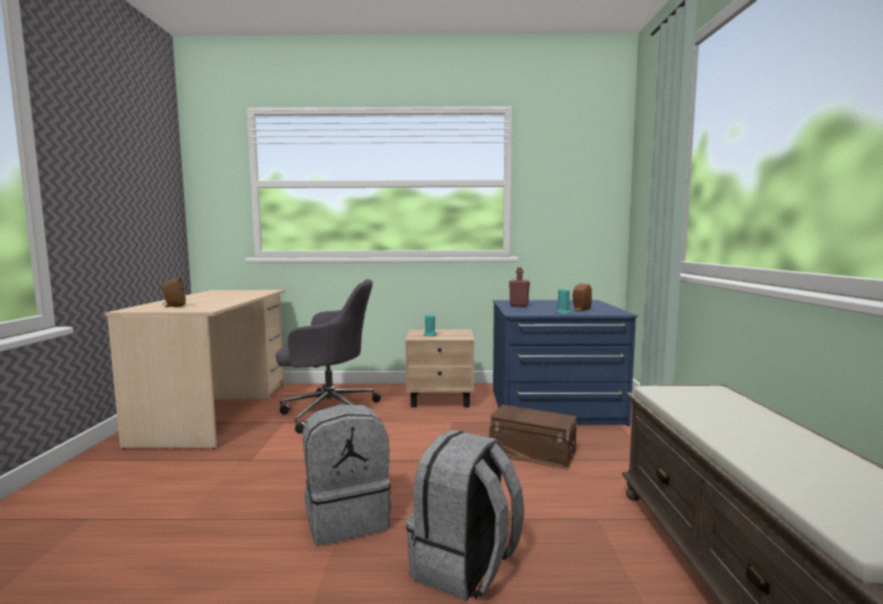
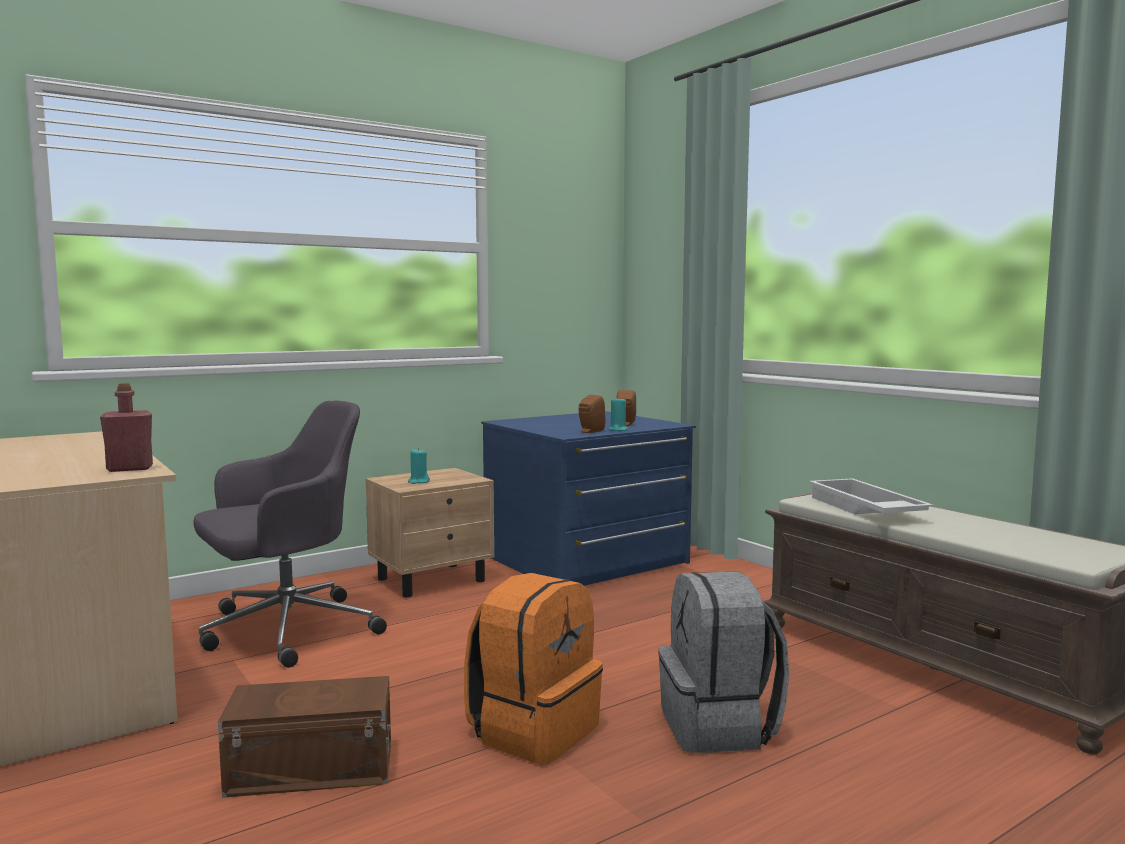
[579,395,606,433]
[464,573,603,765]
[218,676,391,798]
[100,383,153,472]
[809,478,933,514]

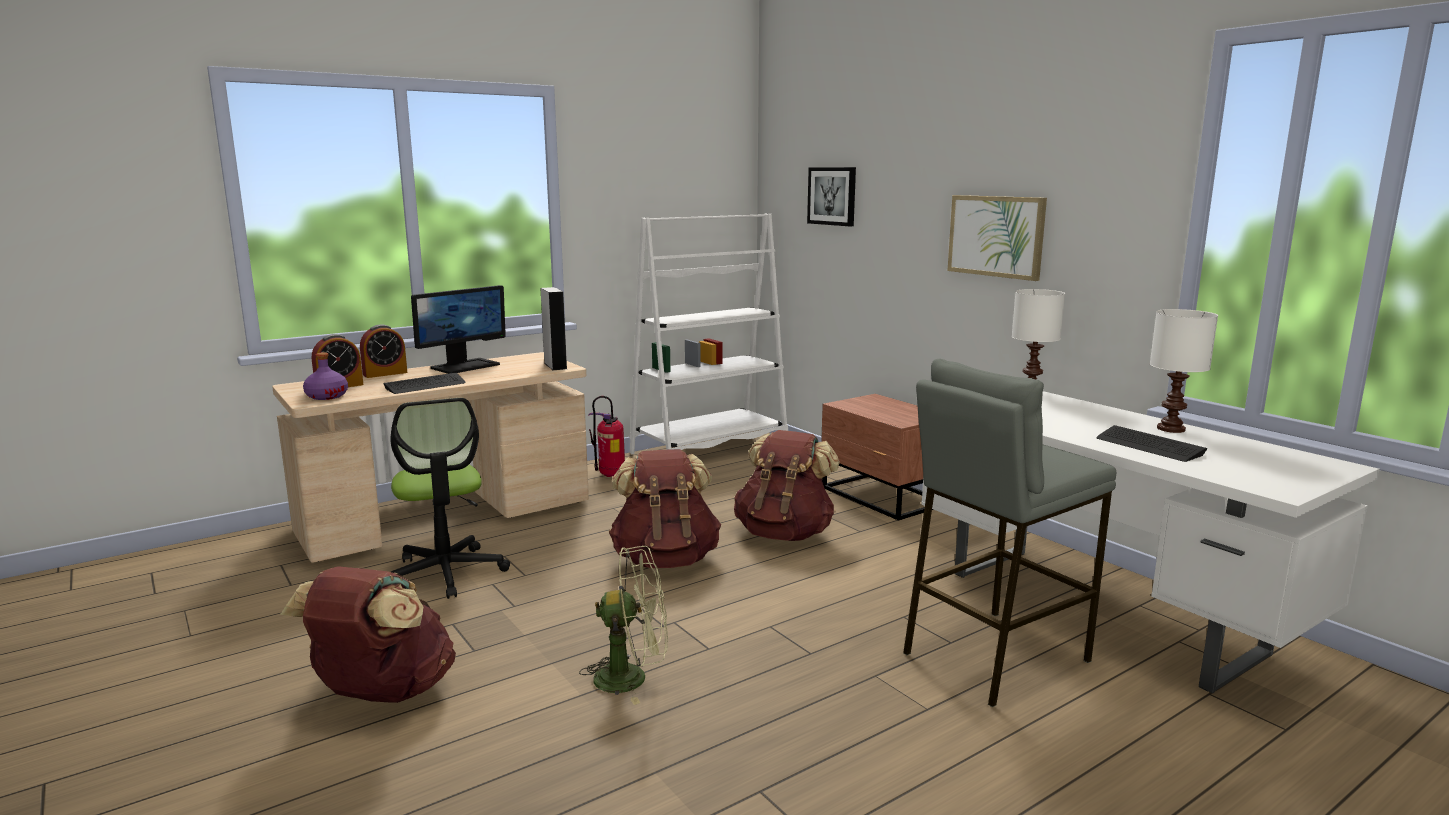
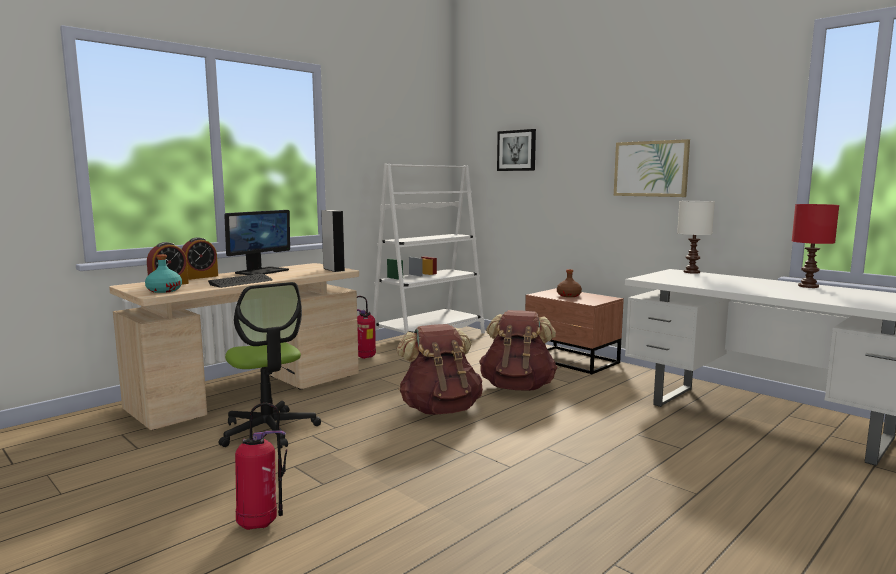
[235,403,287,530]
[145,254,182,293]
[579,546,668,705] (first image)
[903,359,1116,707] (first image)
[1096,425,1207,462] (first image)
[792,204,839,288]
[557,269,582,297]

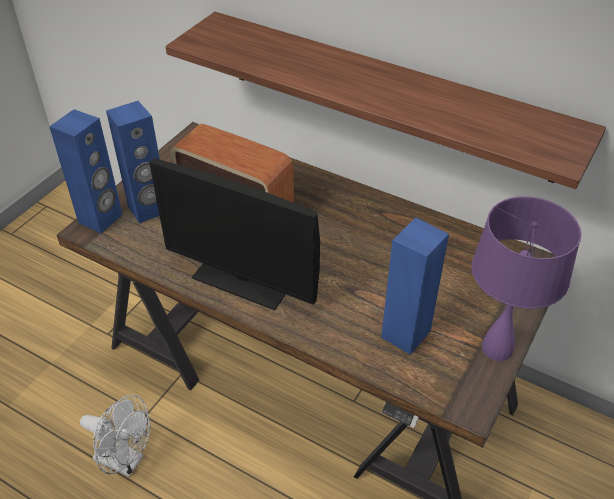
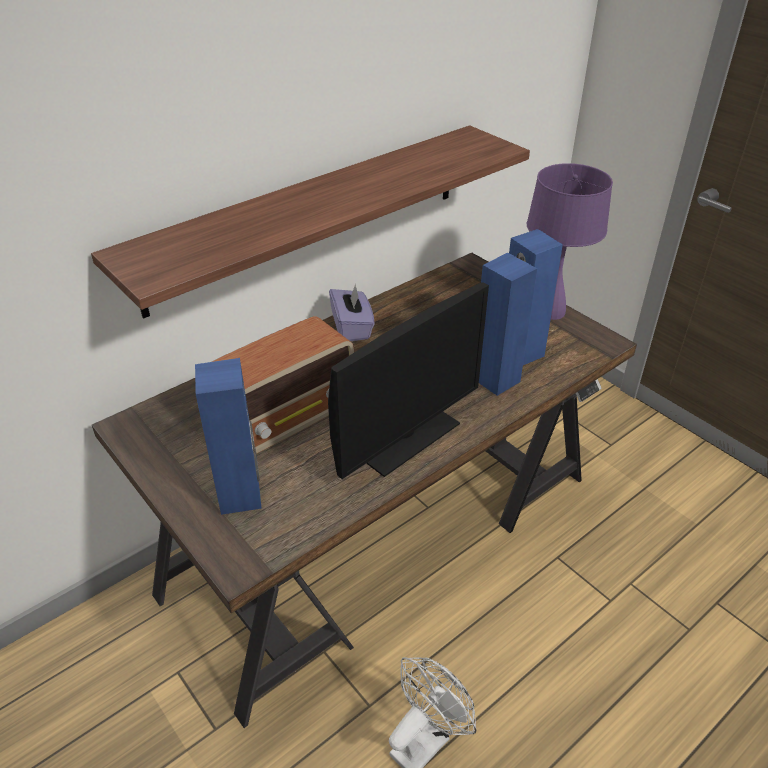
[479,252,537,396]
[329,284,375,341]

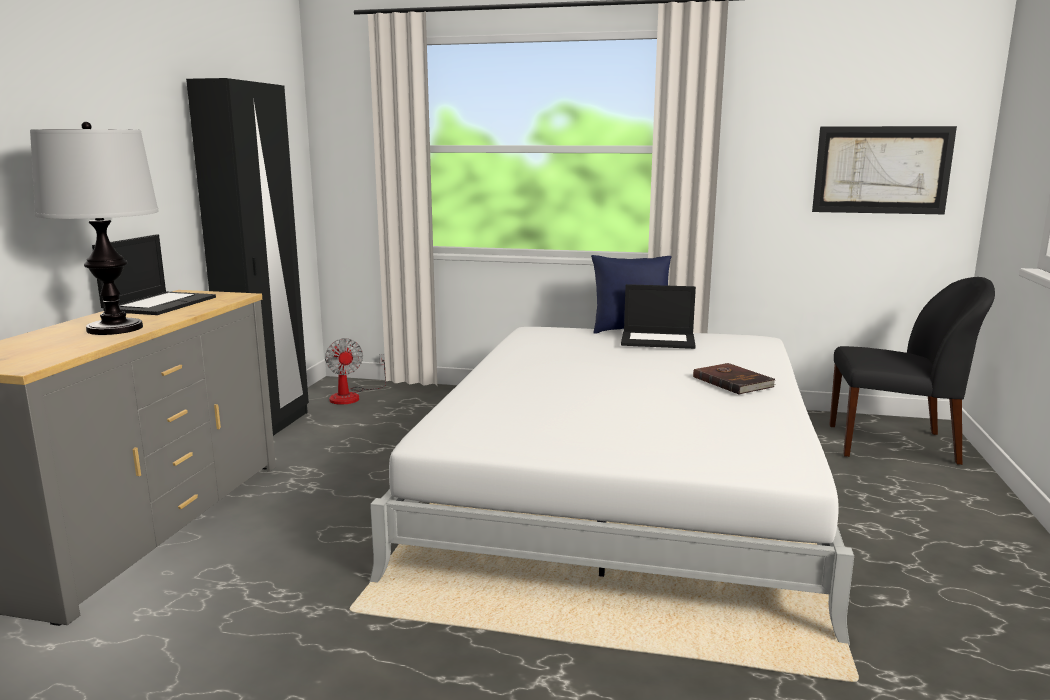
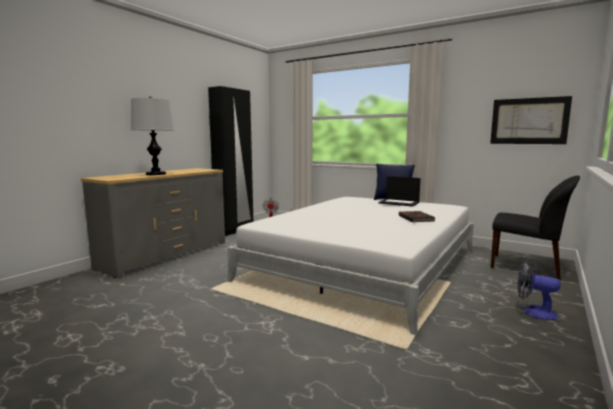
[92,234,216,315] (first image)
[517,262,560,320]

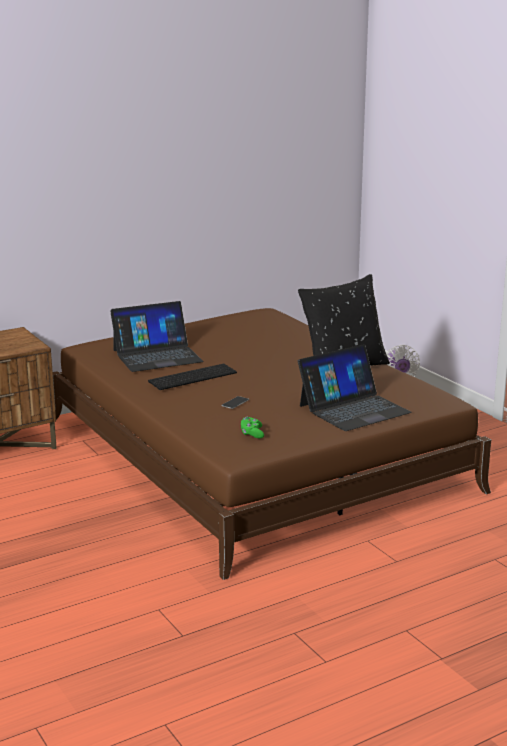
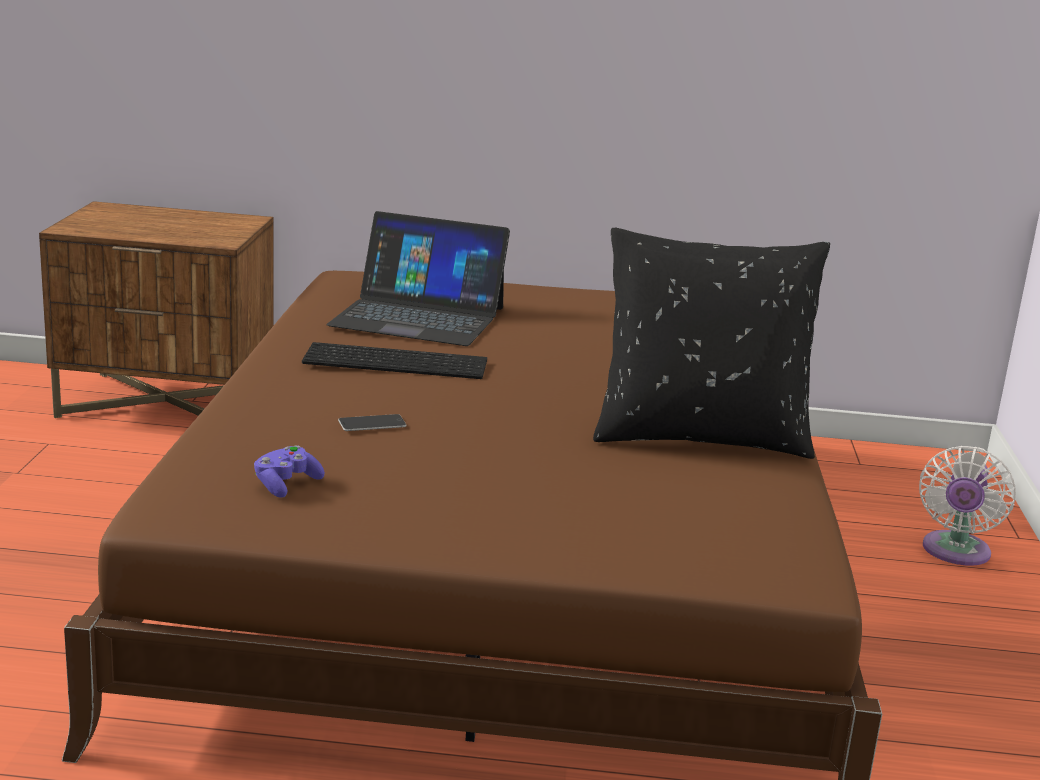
[254,445,325,498]
[298,344,412,431] (first image)

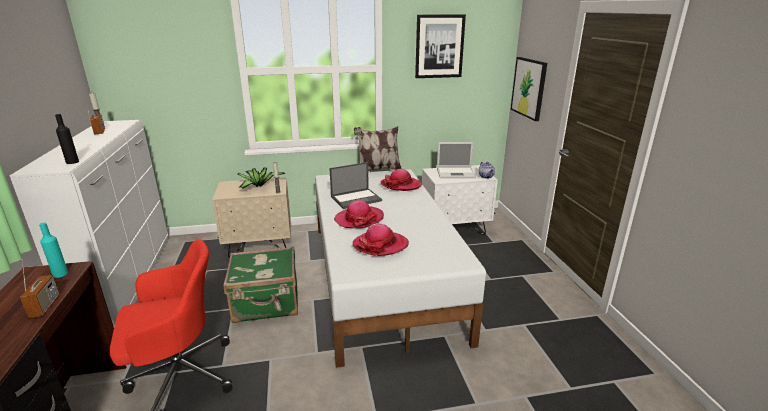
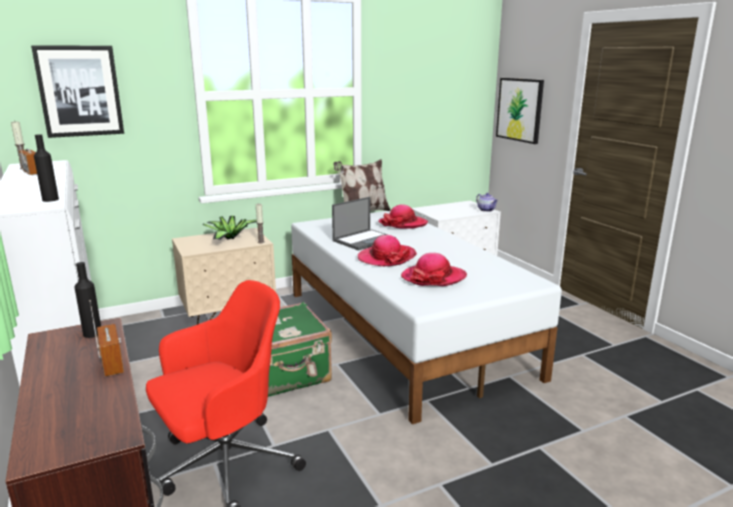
[74,262,101,338]
[31,45,124,138]
[437,142,476,178] (first image)

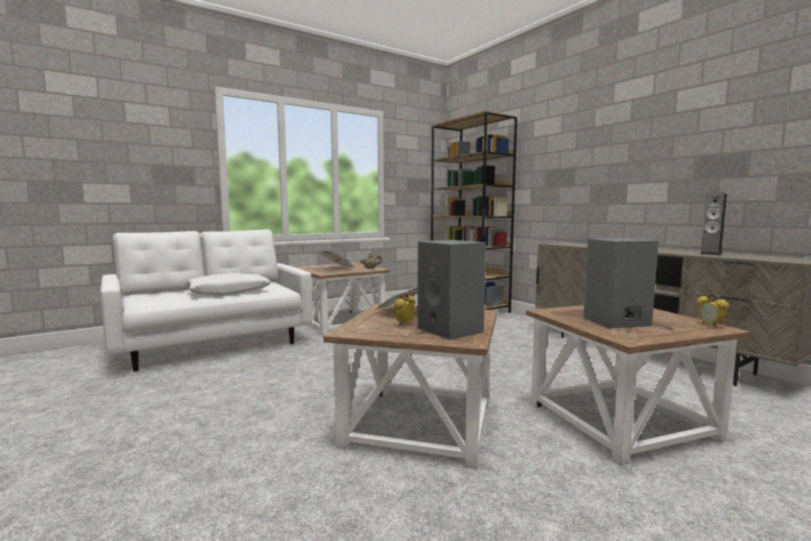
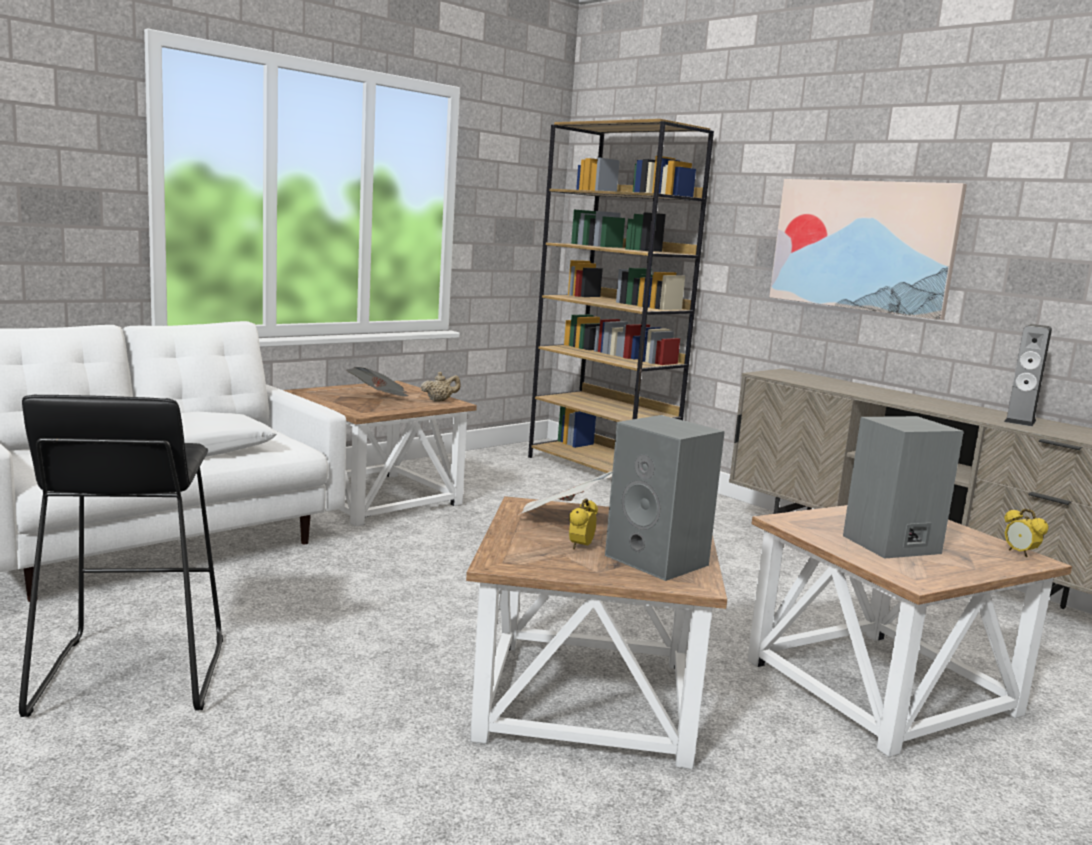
[19,395,223,717]
[769,179,967,320]

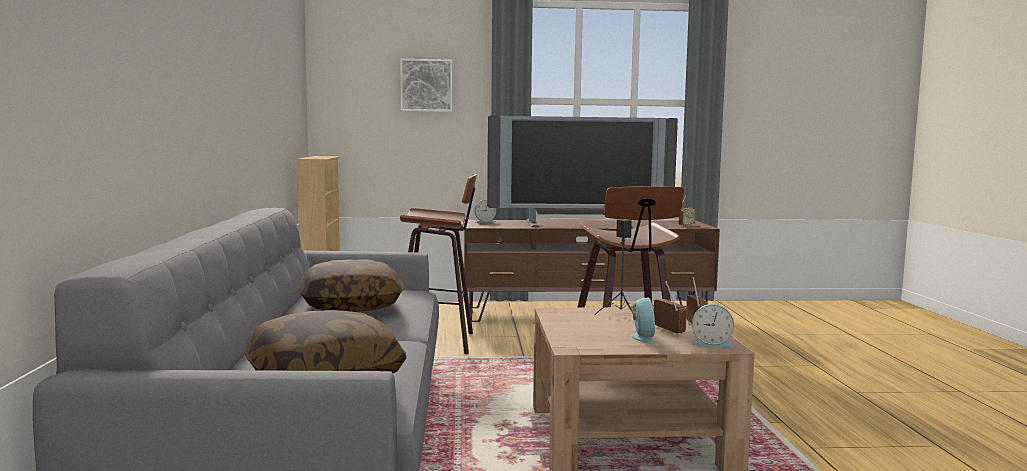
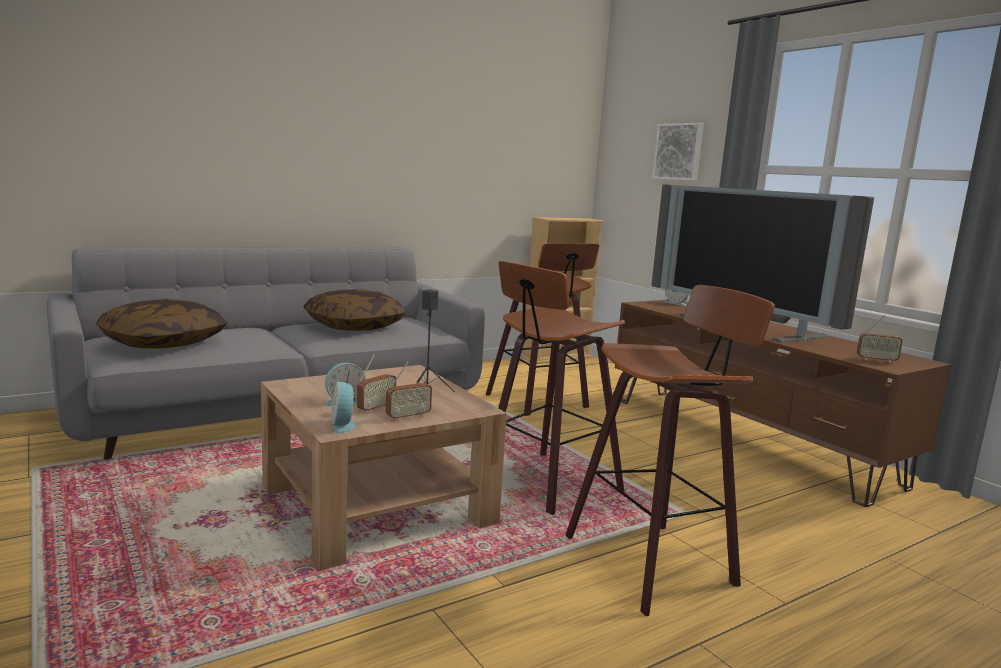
[566,285,775,616]

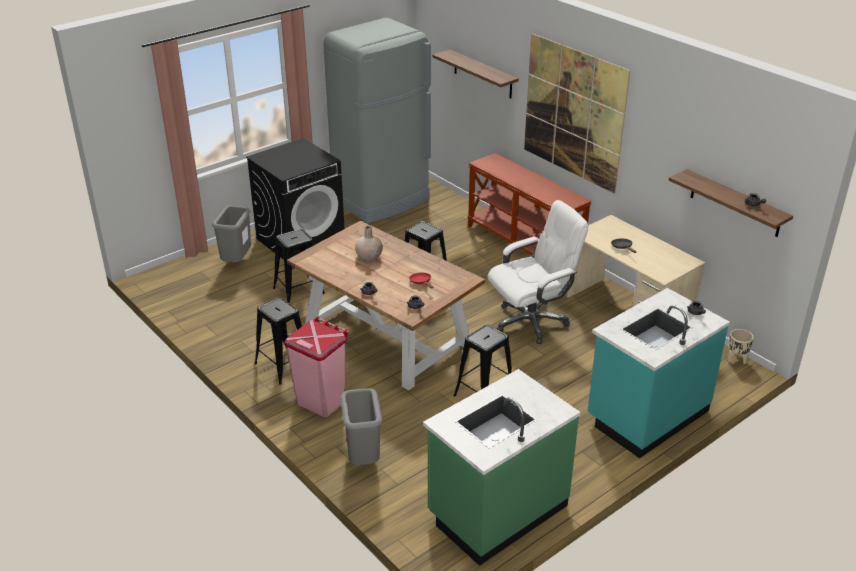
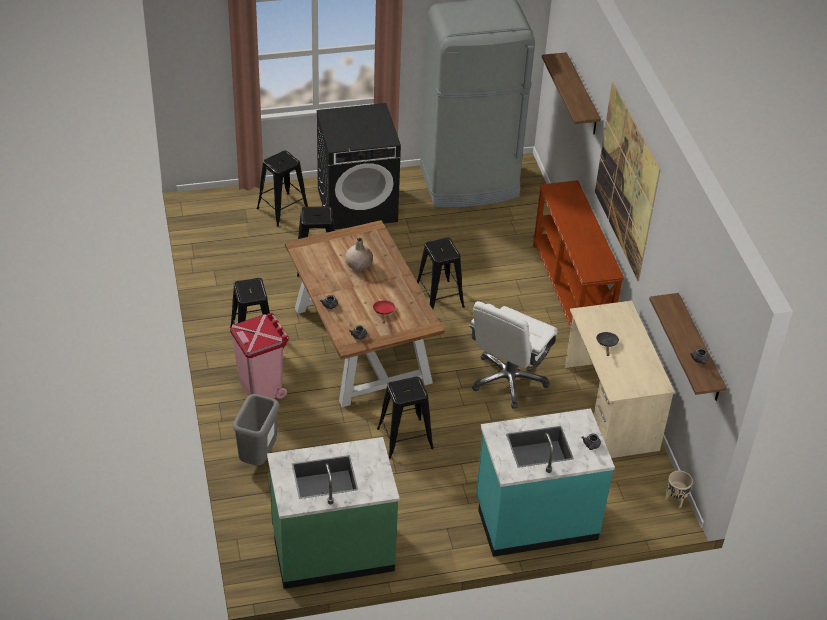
[256,151,308,227]
[469,301,558,409]

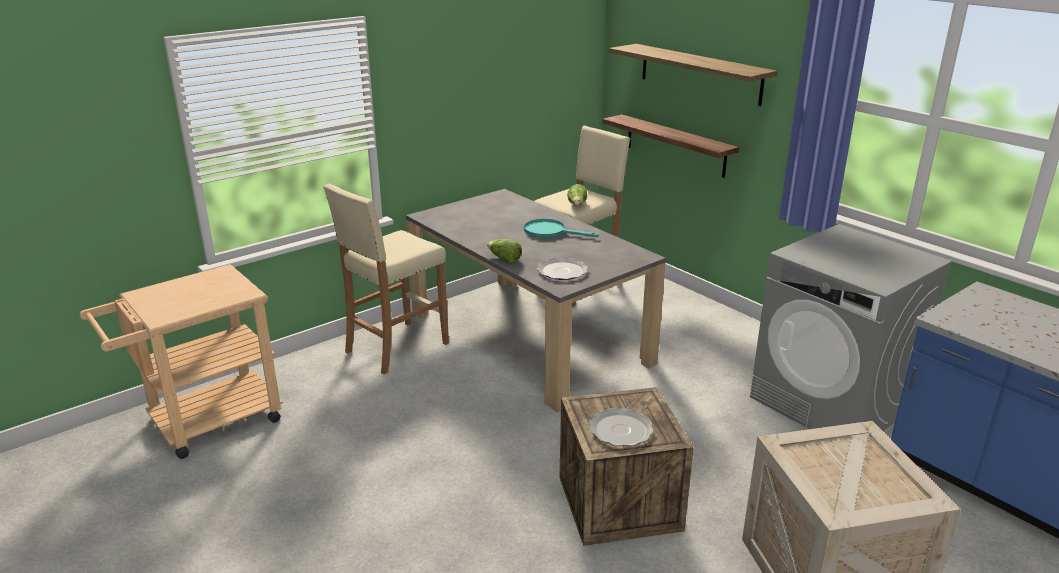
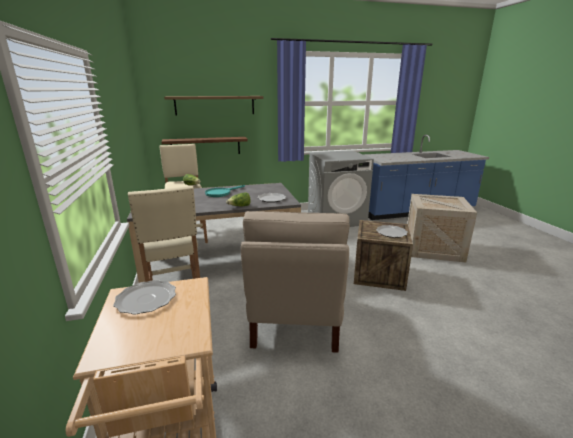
[113,280,176,315]
[241,211,350,353]

